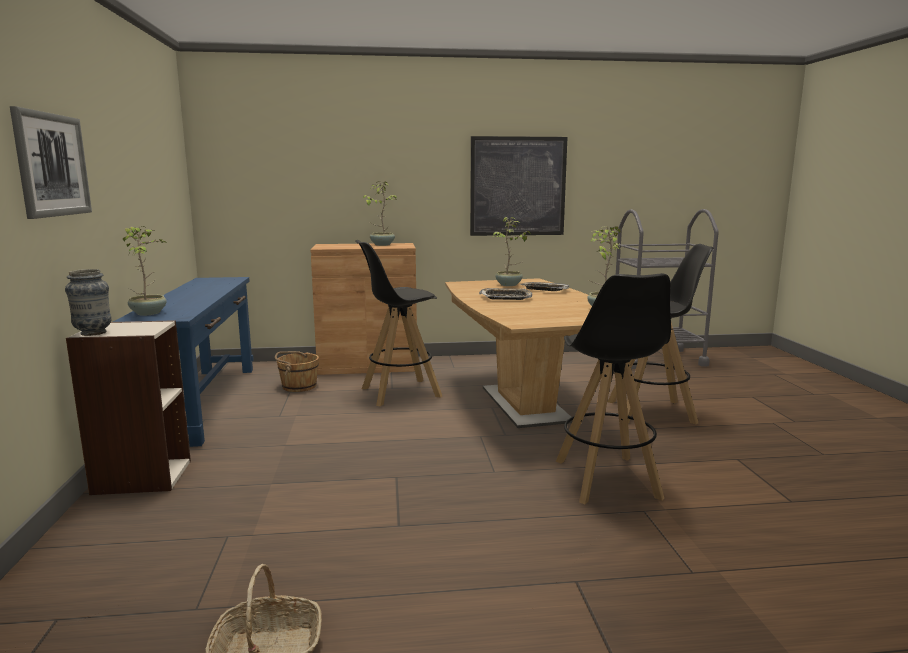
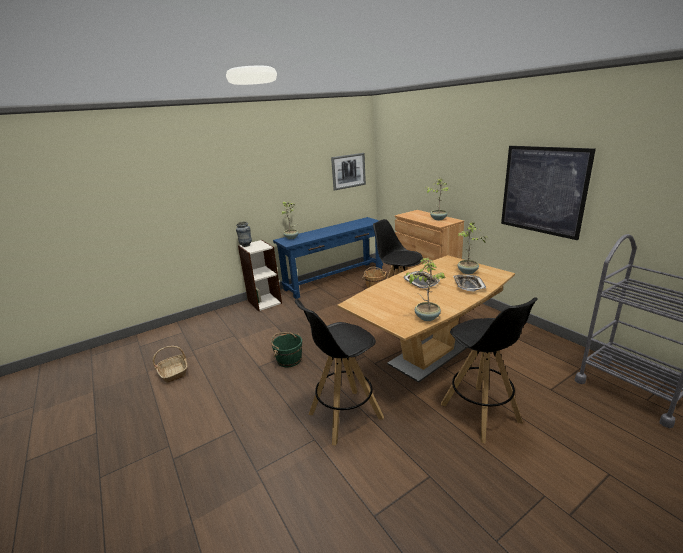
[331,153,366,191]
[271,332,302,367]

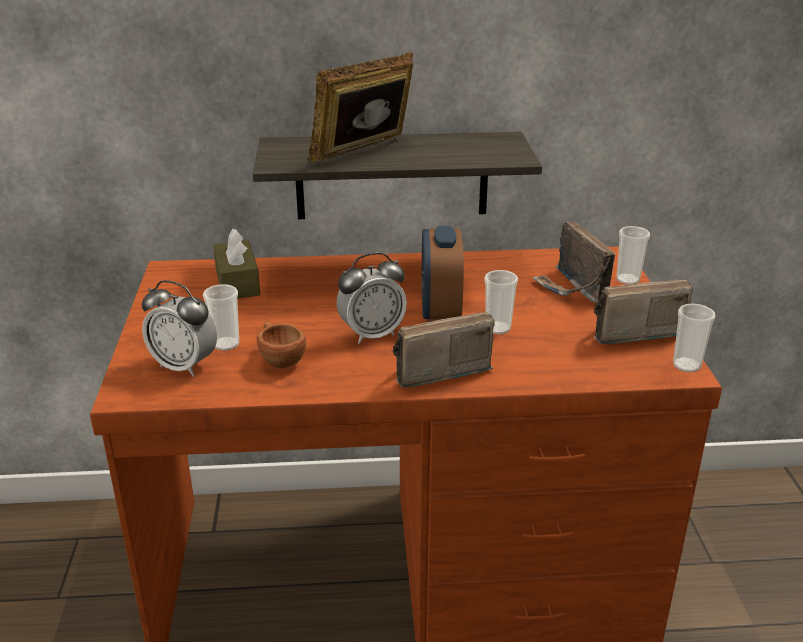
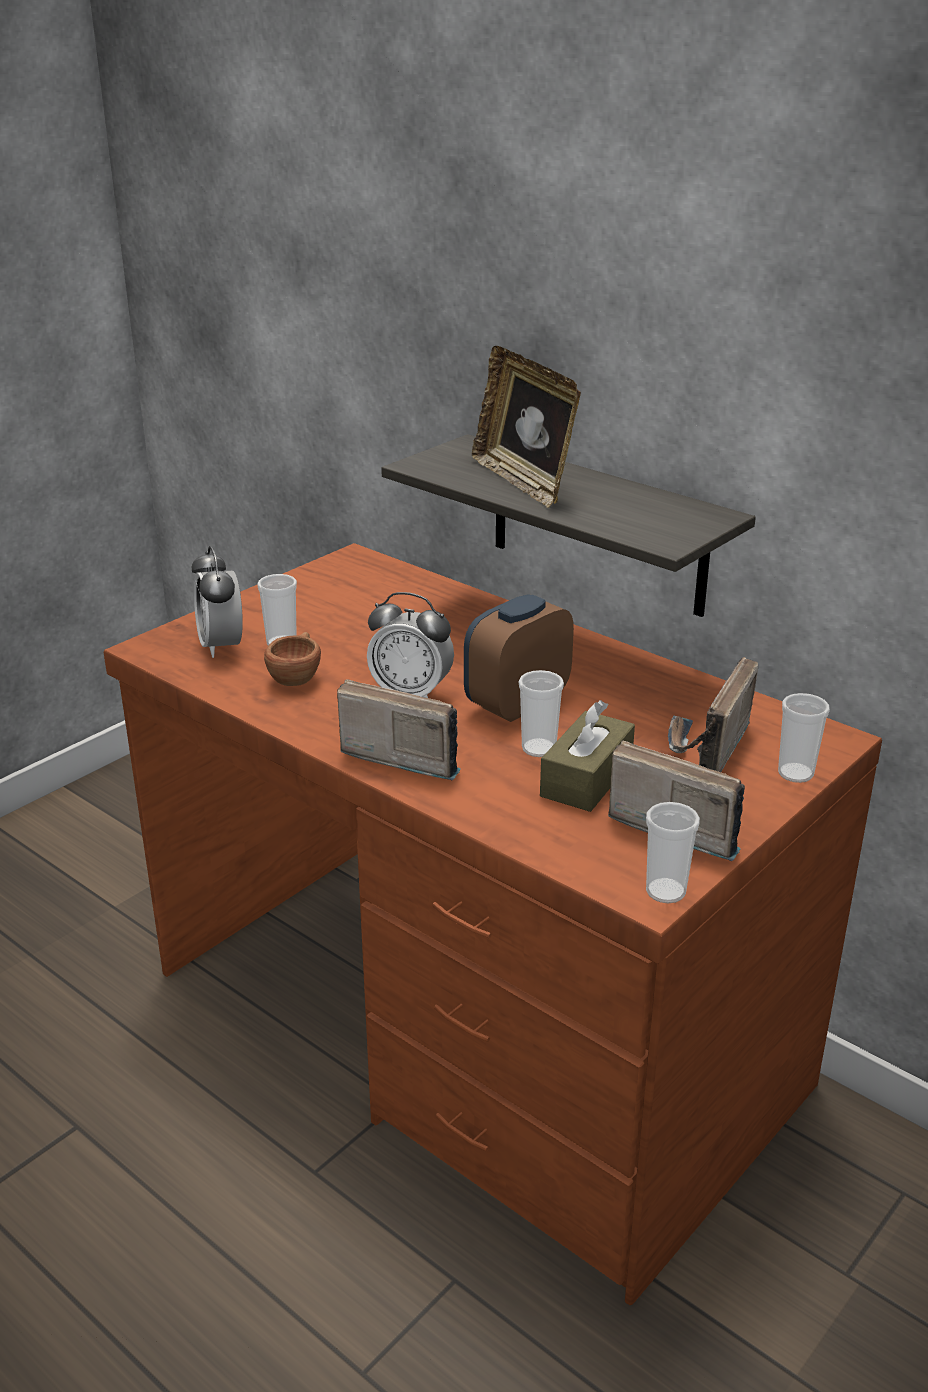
[540,700,635,812]
[472,346,581,508]

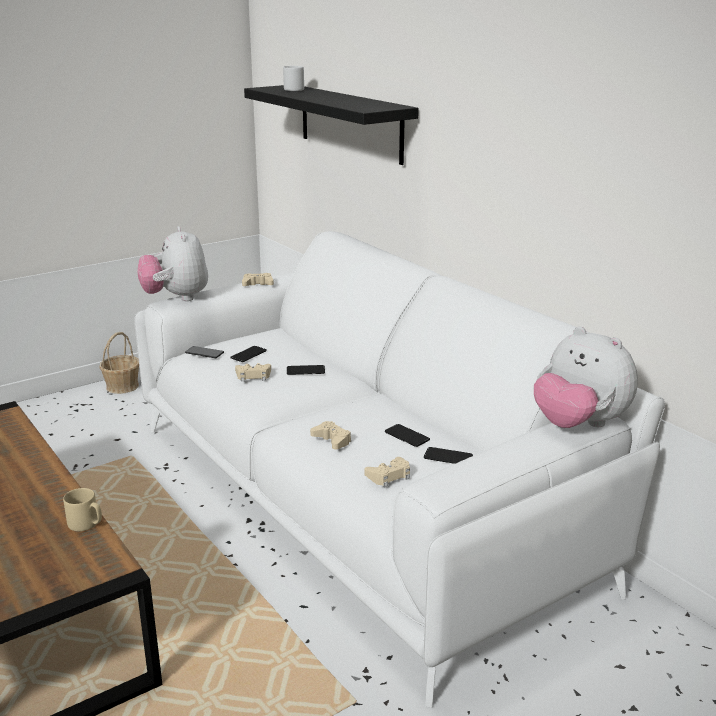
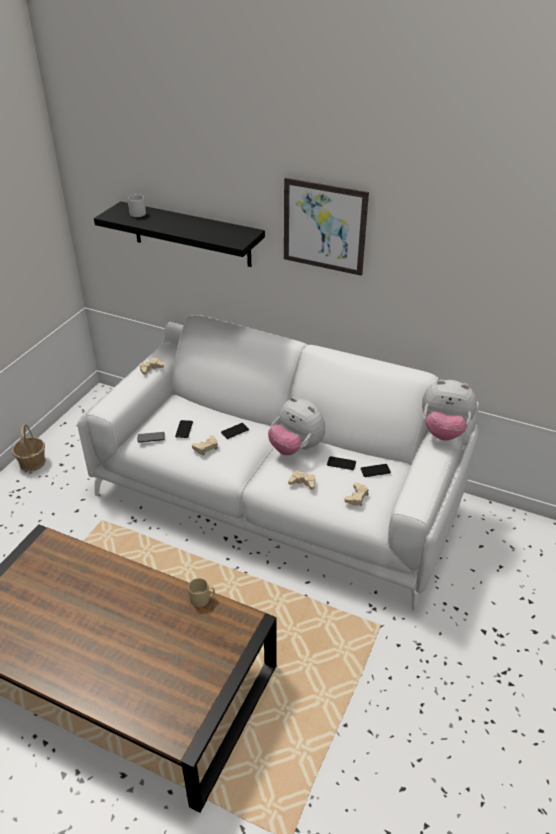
[268,397,325,455]
[284,178,369,276]

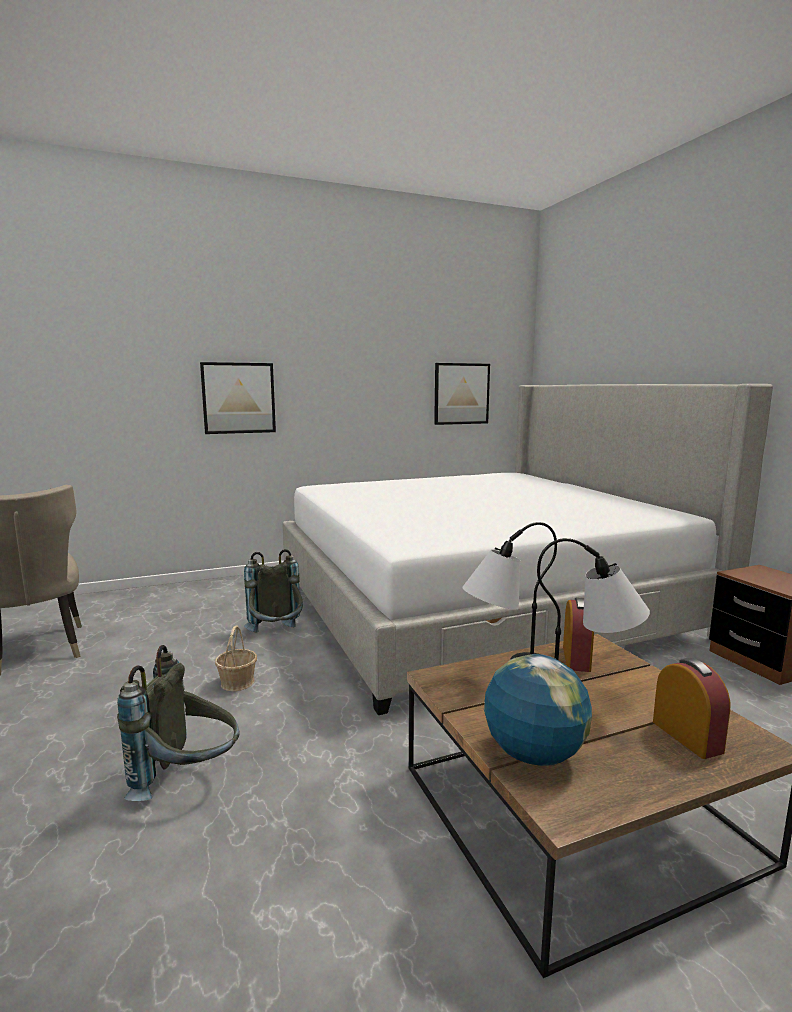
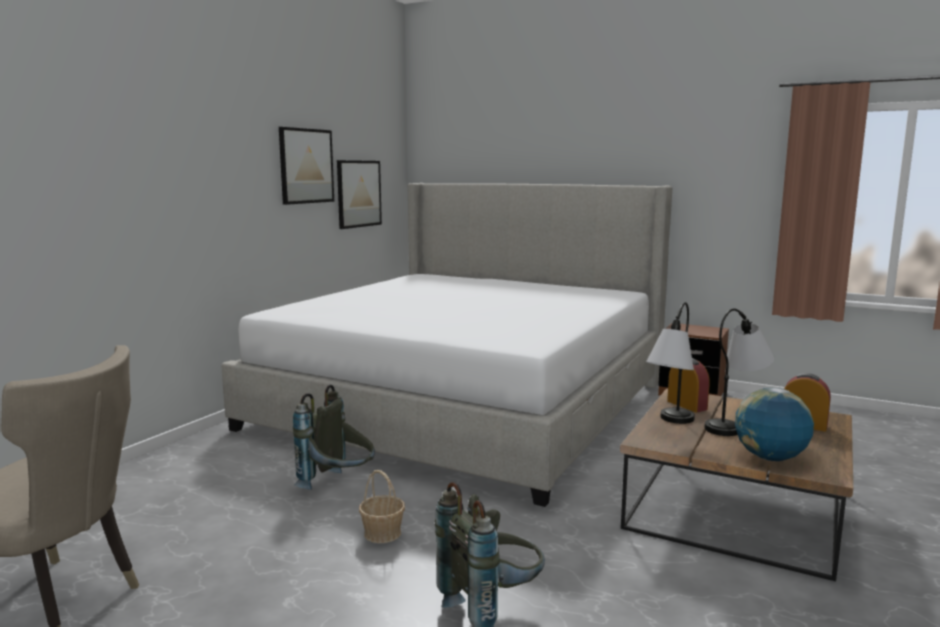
[279,127,334,205]

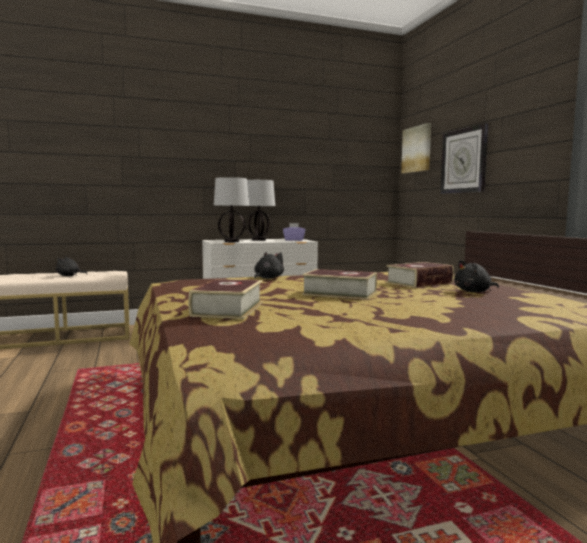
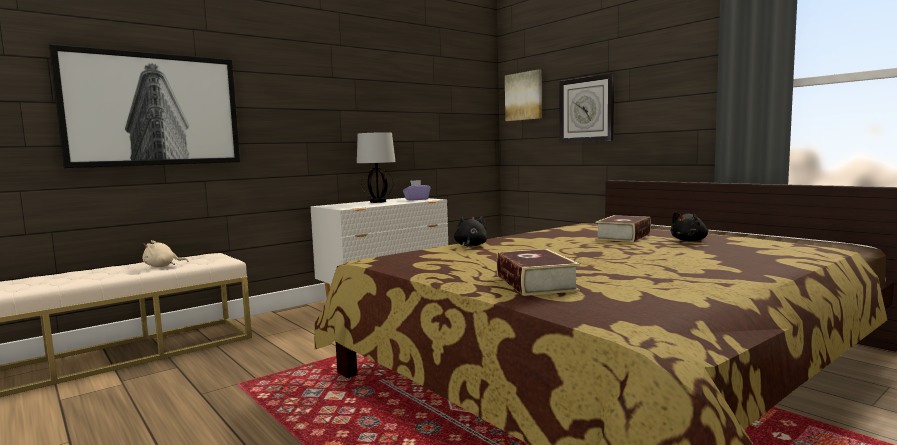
[142,240,188,267]
[214,177,249,242] (first image)
[302,269,377,300] (first image)
[49,44,240,168]

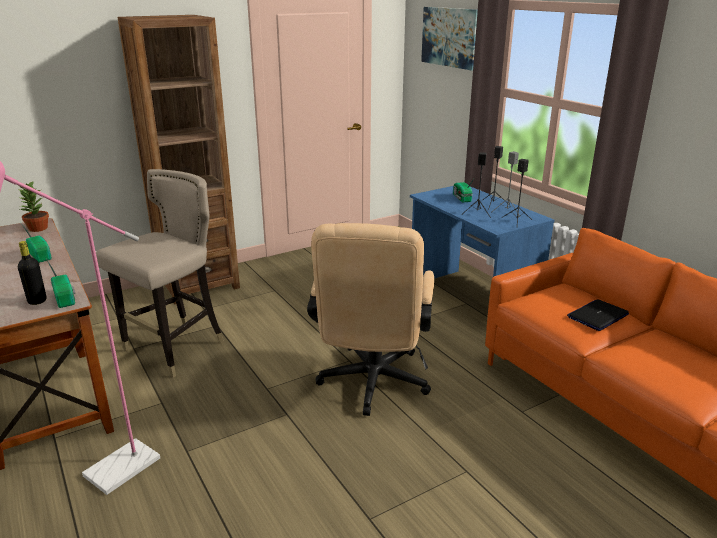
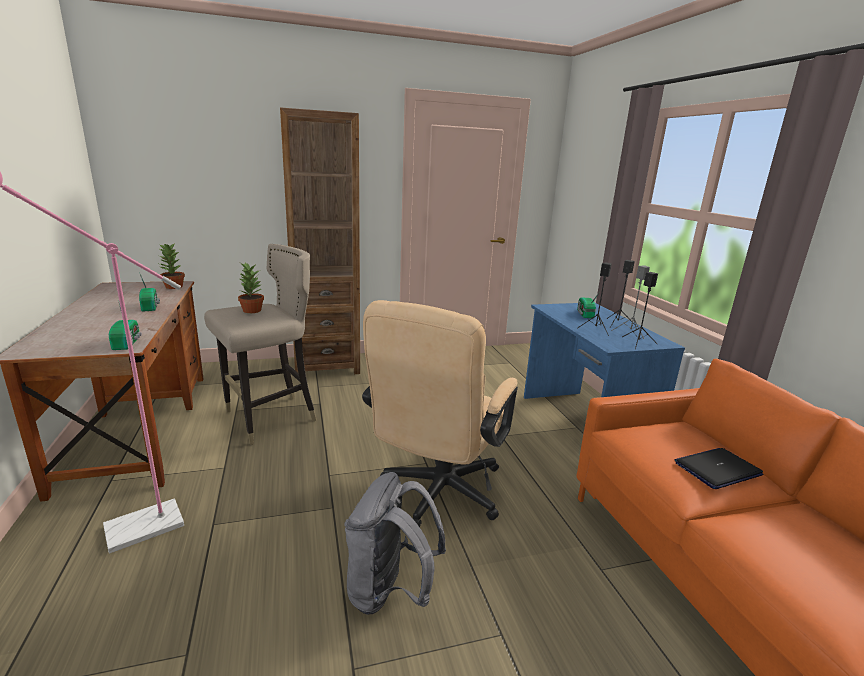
[18,241,46,305] (first image)
[421,7,478,71] (first image)
[238,262,264,313]
[344,472,446,615]

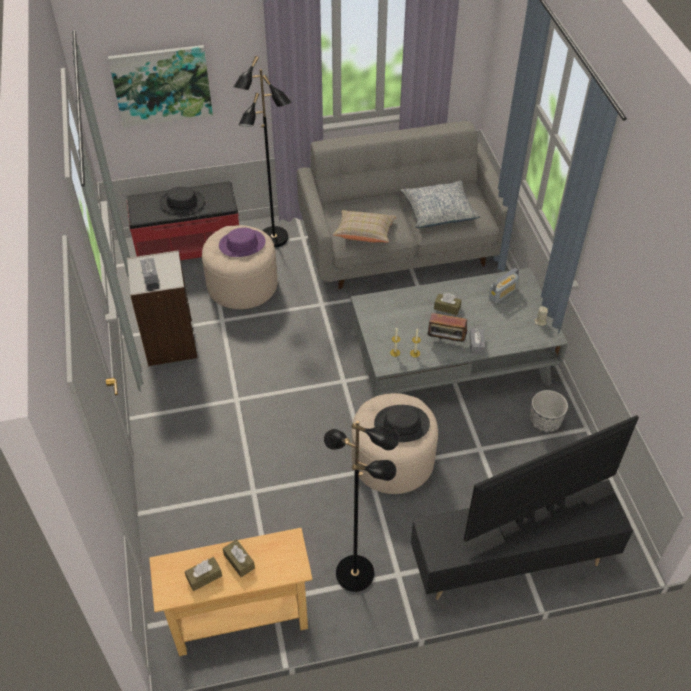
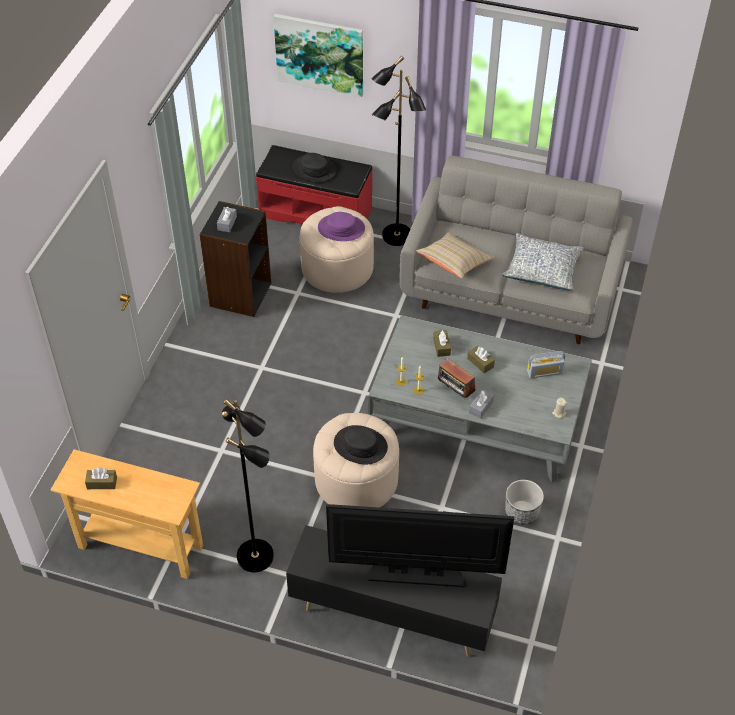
[433,330,451,357]

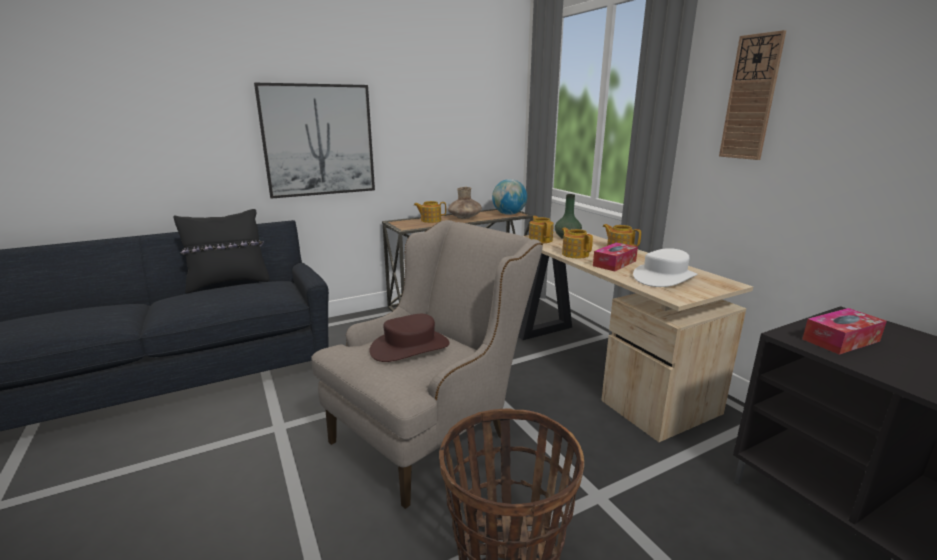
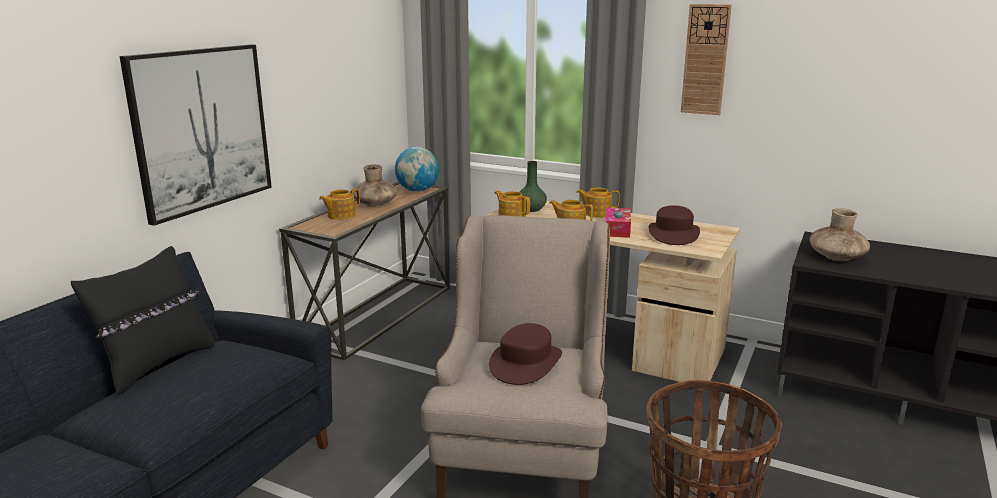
[649,205,700,245]
[810,208,870,261]

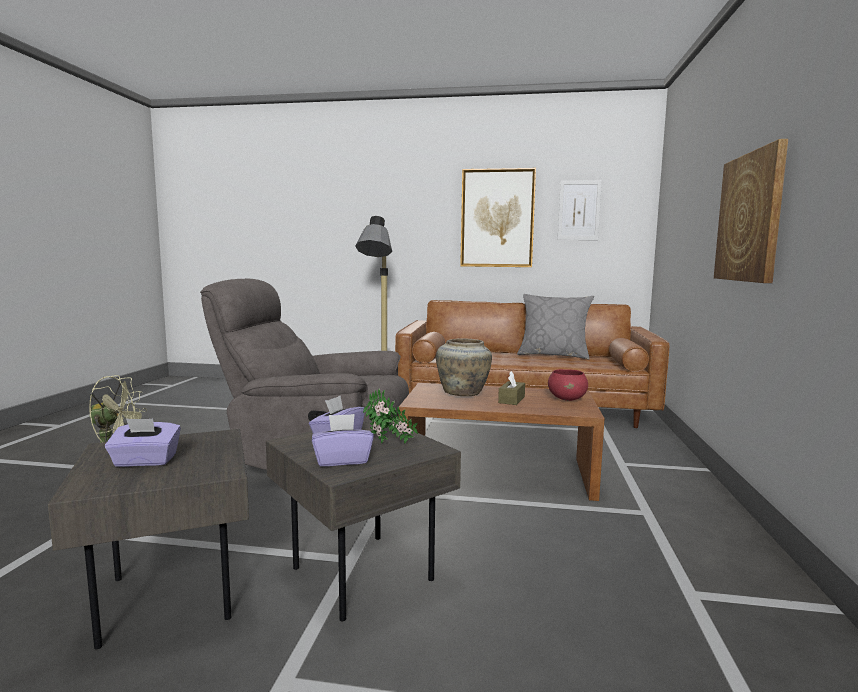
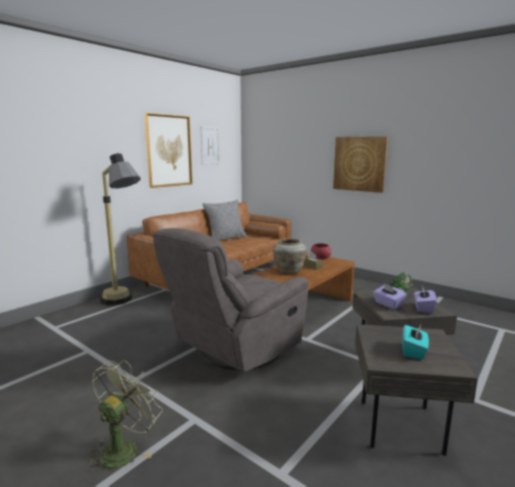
[403,325,429,360]

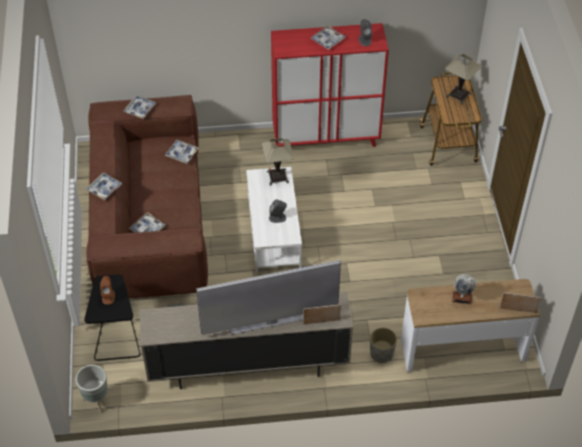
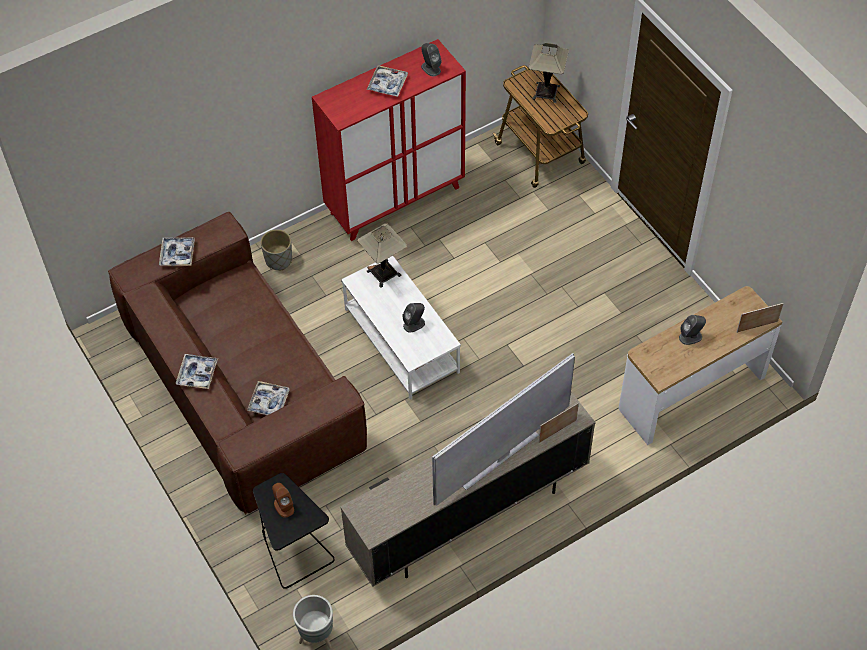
[165,140,199,164] (first image)
[261,229,292,271]
[679,315,706,345]

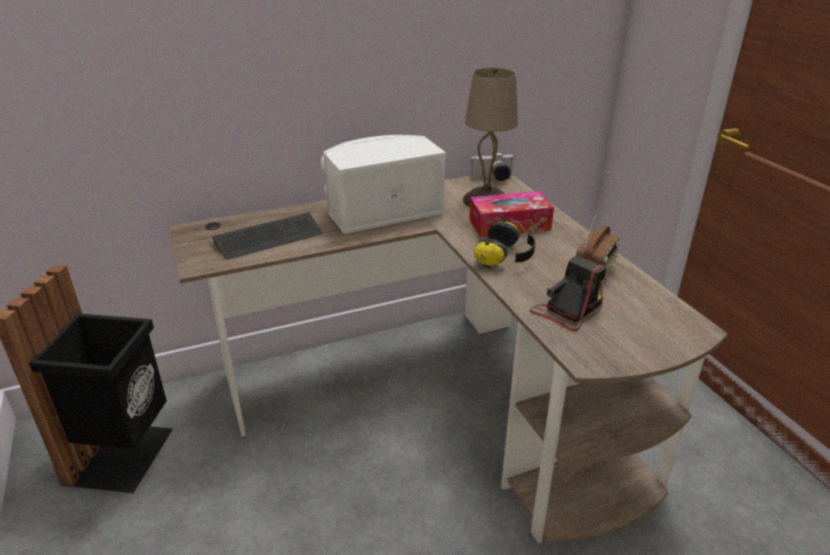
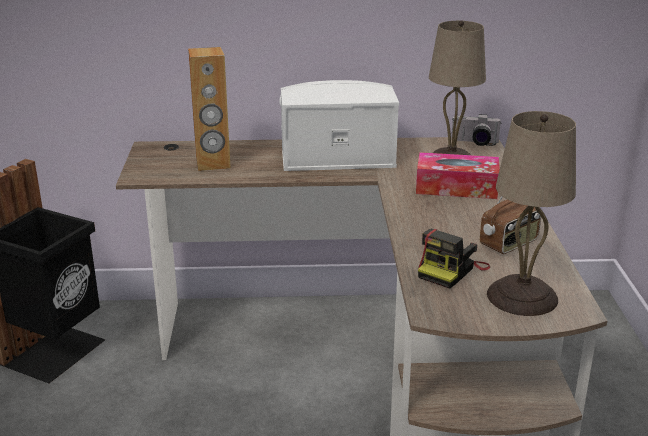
[188,47,231,171]
[474,218,535,270] (first image)
[418,229,490,289]
[487,111,576,316]

